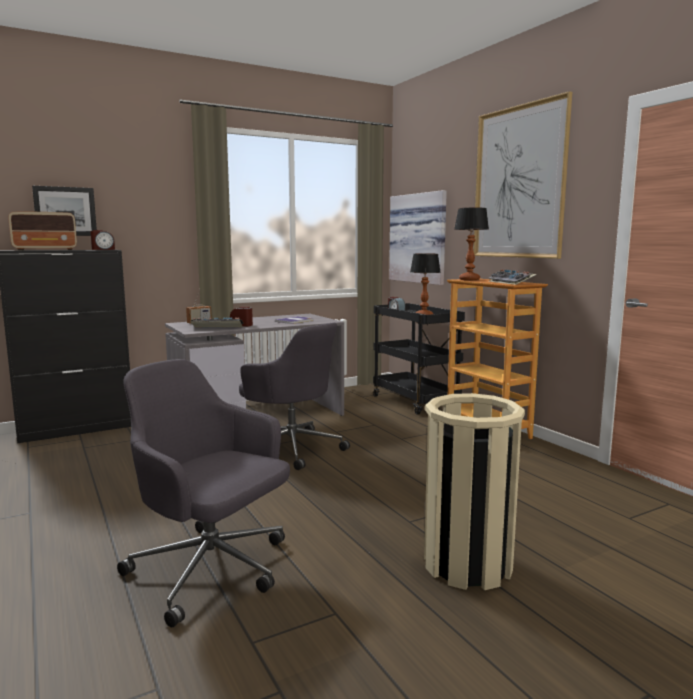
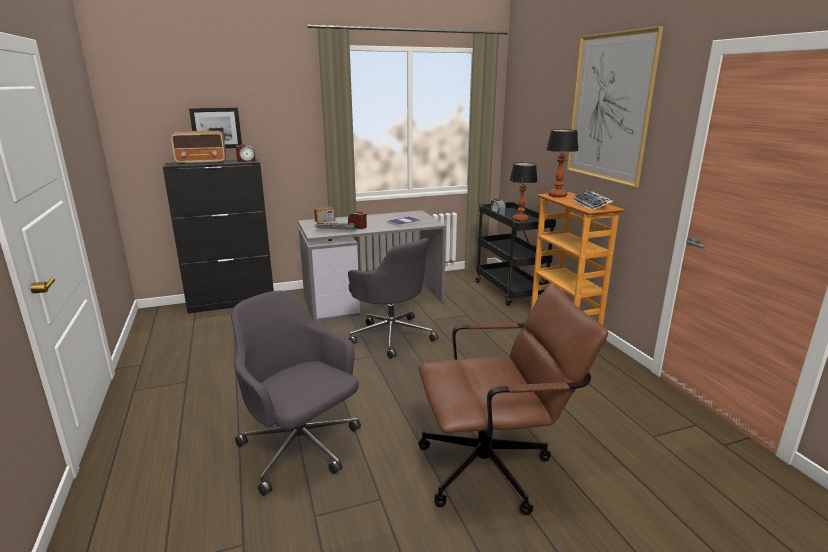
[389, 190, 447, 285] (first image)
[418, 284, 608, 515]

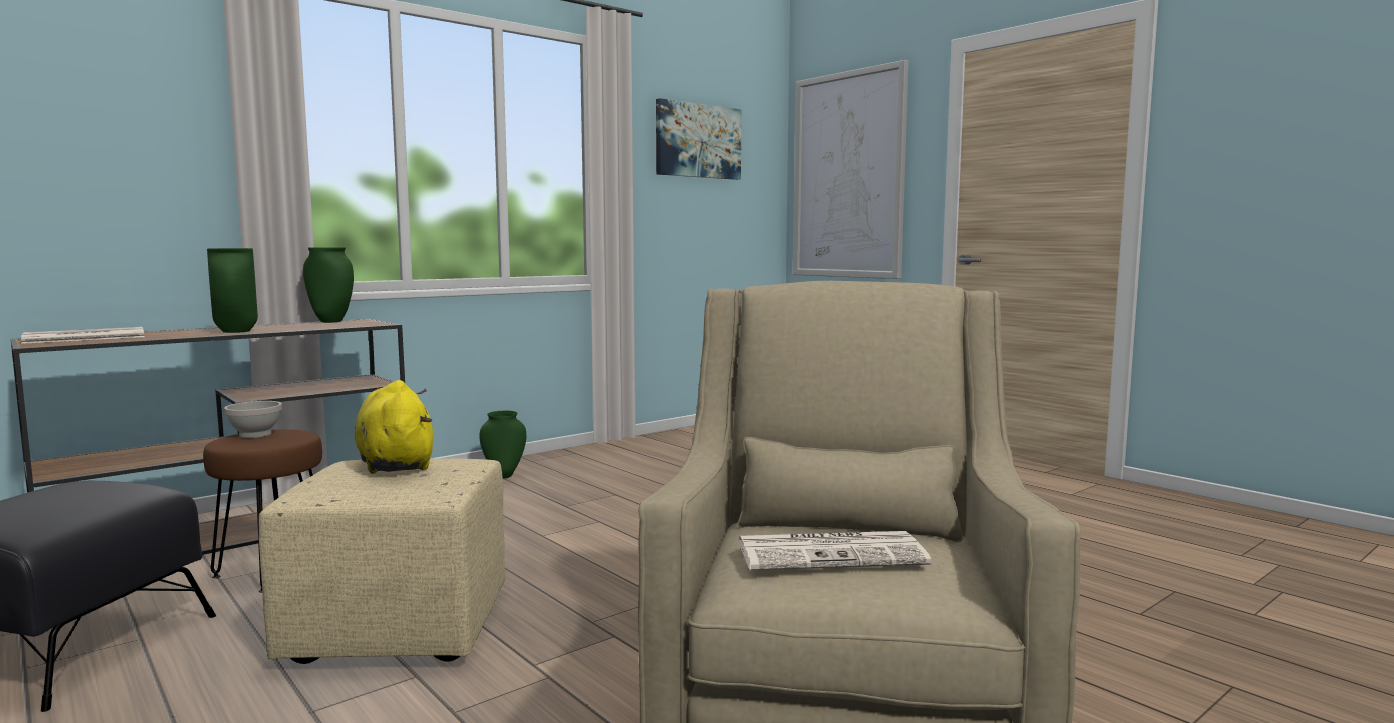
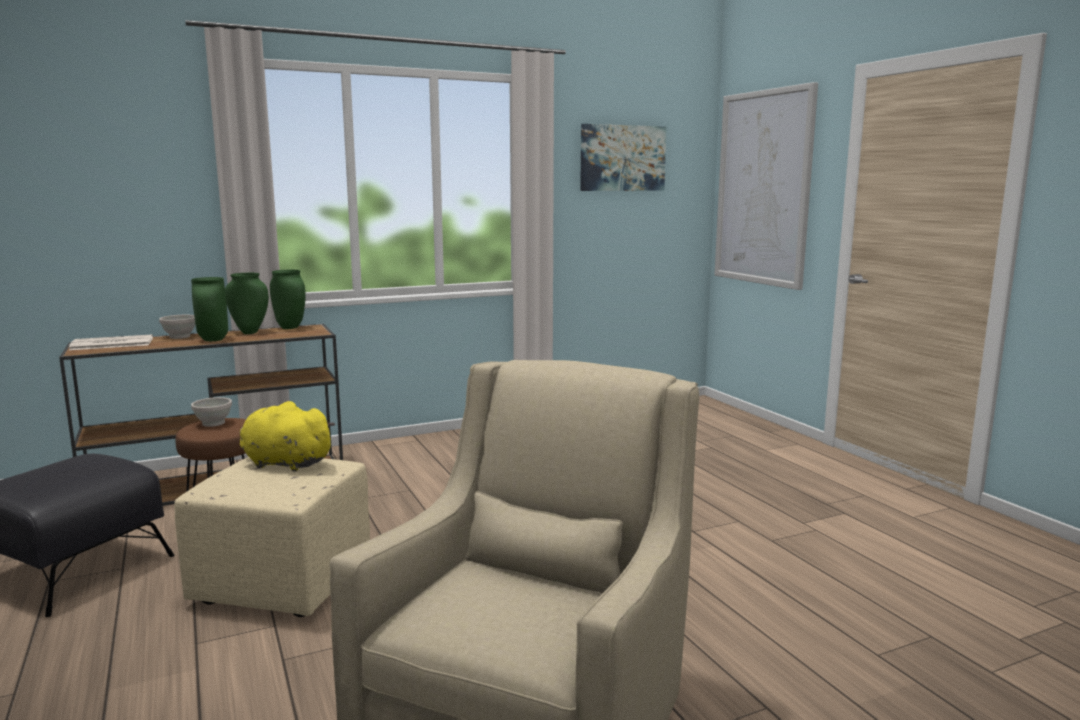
[739, 531, 931, 571] (first image)
[159, 315, 195, 339]
[225, 273, 269, 334]
[240, 401, 335, 472]

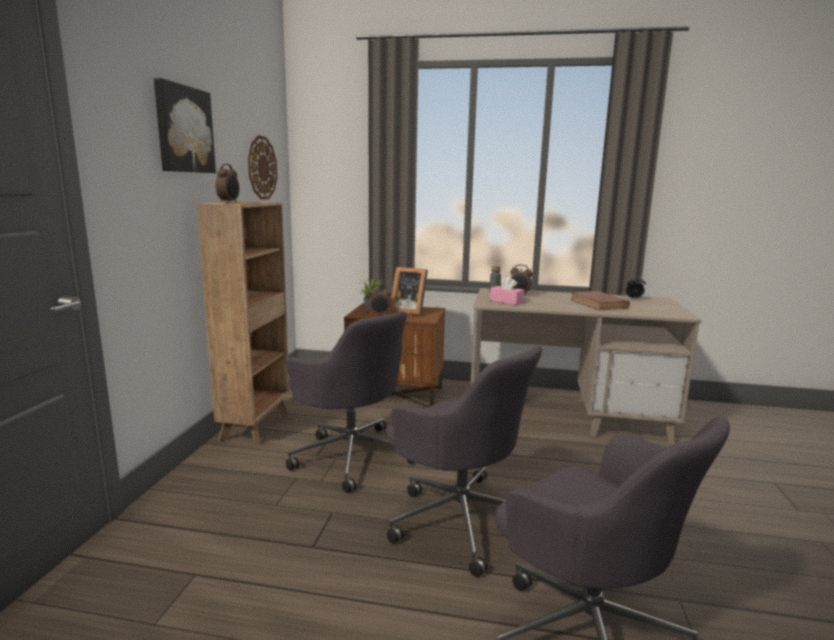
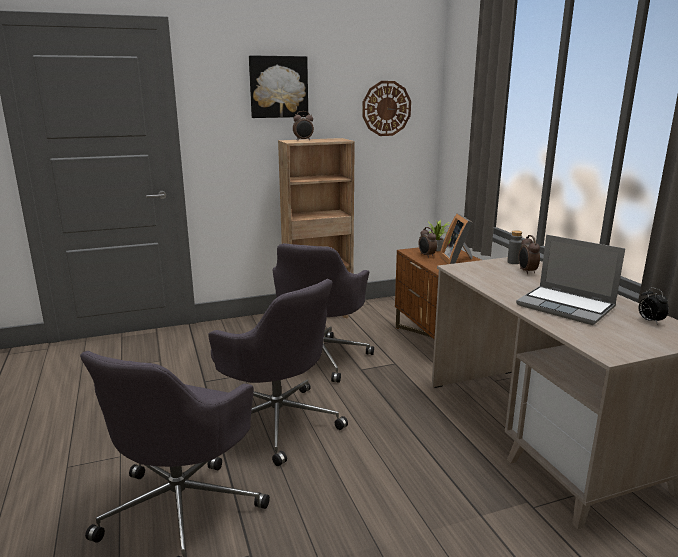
[490, 276, 524, 305] (first image)
[516, 235, 625, 325]
[208, 279, 348, 466]

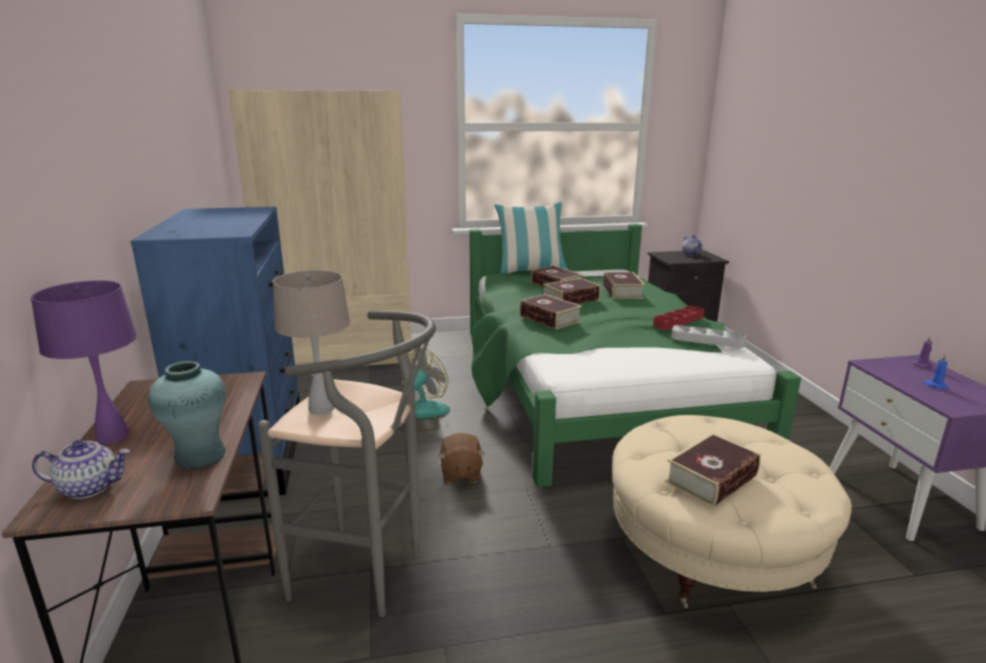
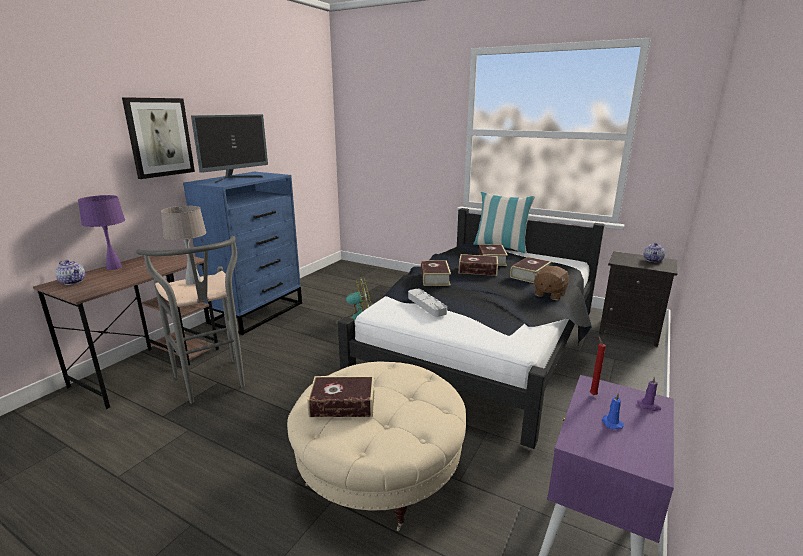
[148, 361, 226, 469] (first image)
[229, 90, 412, 366] (first image)
[653, 306, 704, 330] (first image)
[122, 97, 195, 179]
[191, 114, 268, 183]
[590, 336, 606, 395]
[533, 266, 569, 300]
[408, 289, 447, 317]
[338, 208, 605, 449]

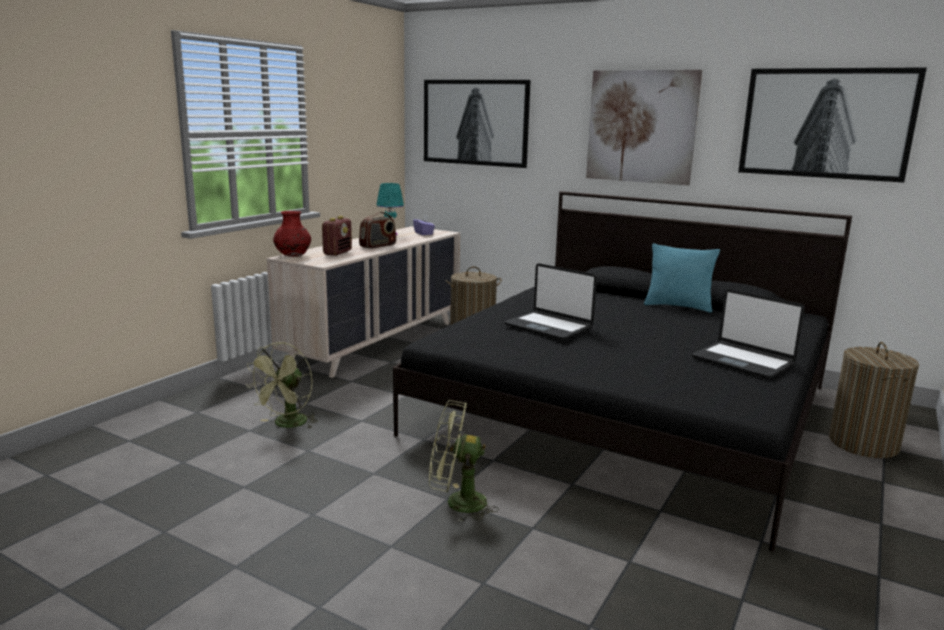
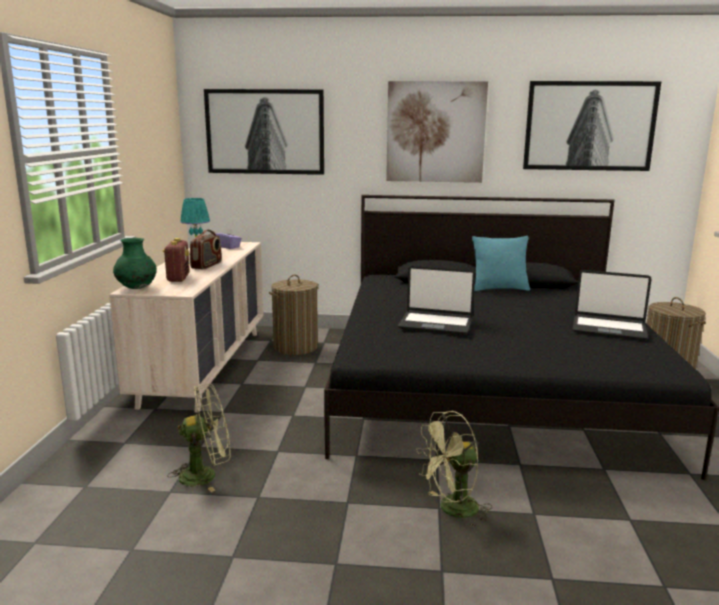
[113, 238, 157, 289]
[167, 384, 231, 492]

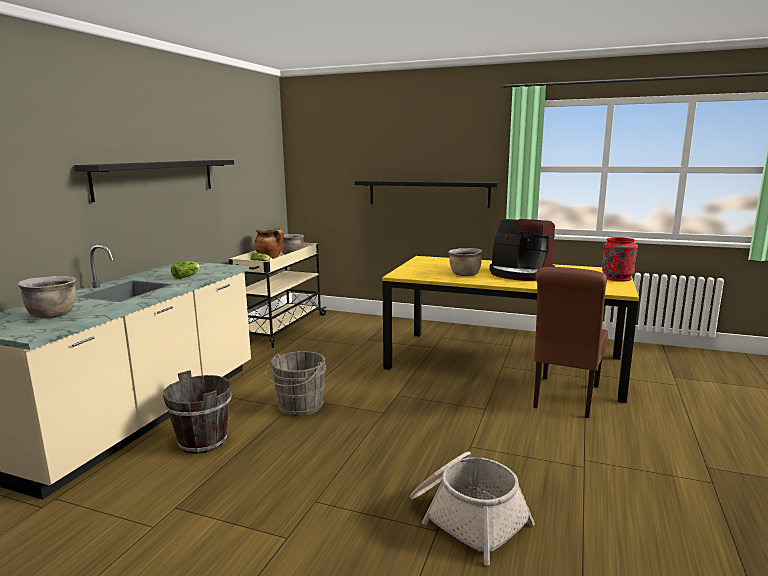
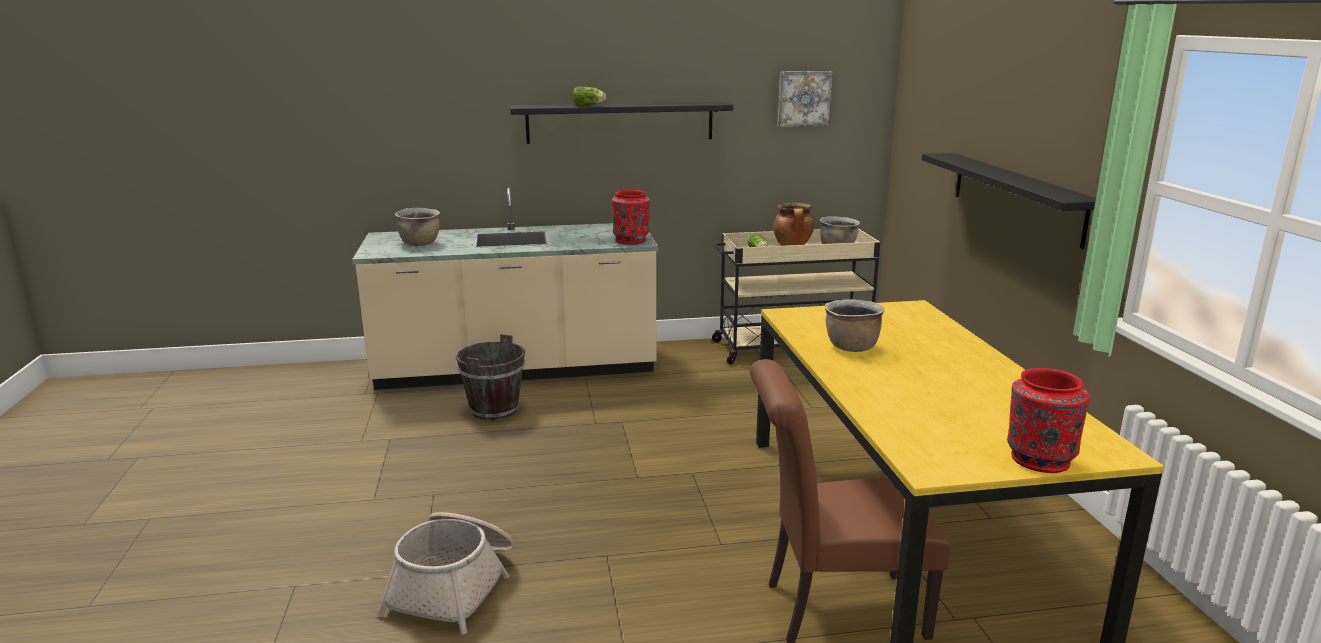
[265, 351, 326, 416] (first image)
[489, 219, 555, 281] (first image)
[611, 190, 650, 245]
[778, 71, 833, 127]
[573, 87, 606, 105]

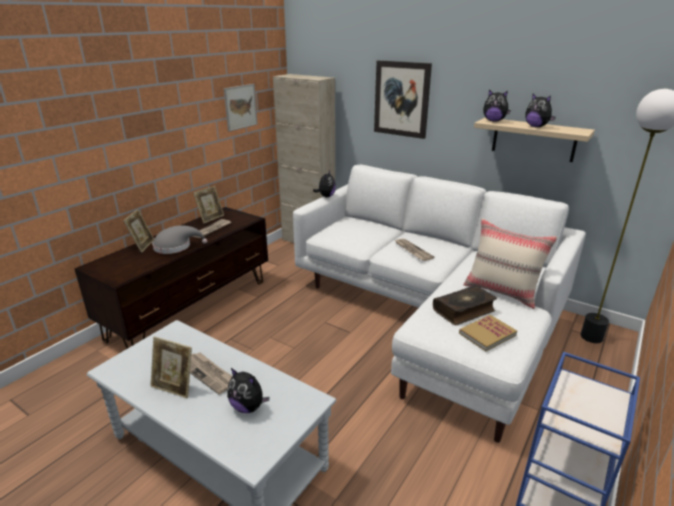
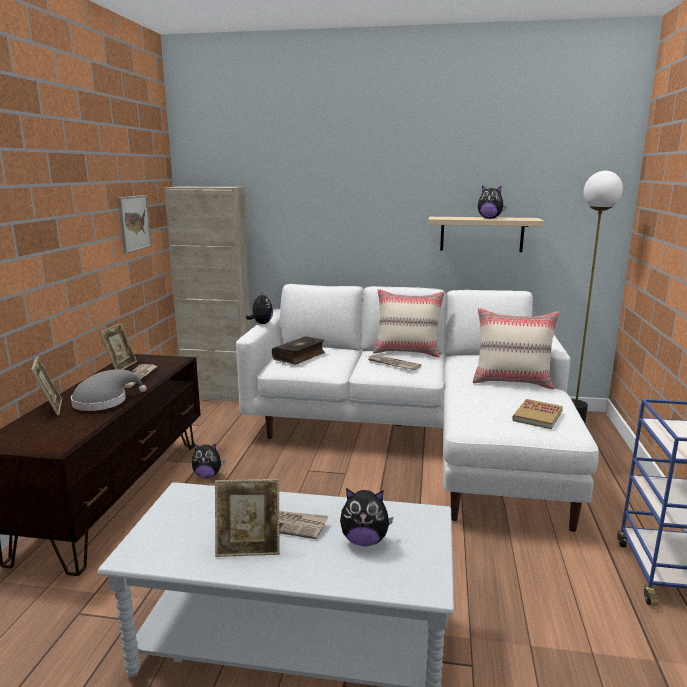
[374, 60, 432, 139] (first image)
[373, 289, 445, 357]
[272, 336, 325, 364]
[192, 444, 225, 478]

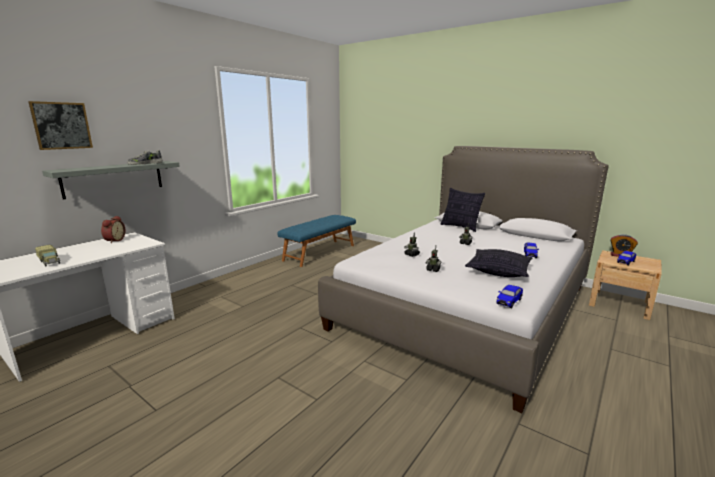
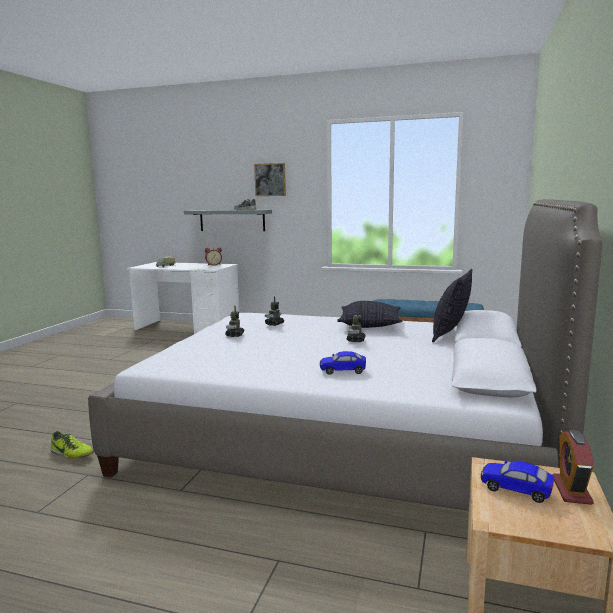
[496, 285, 523, 308] (first image)
[51, 431, 94, 459]
[254, 163, 286, 196]
[337, 301, 402, 328]

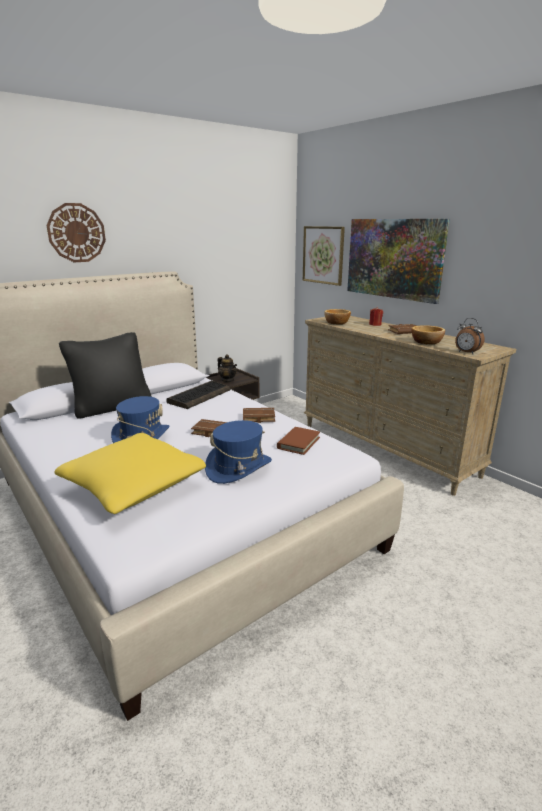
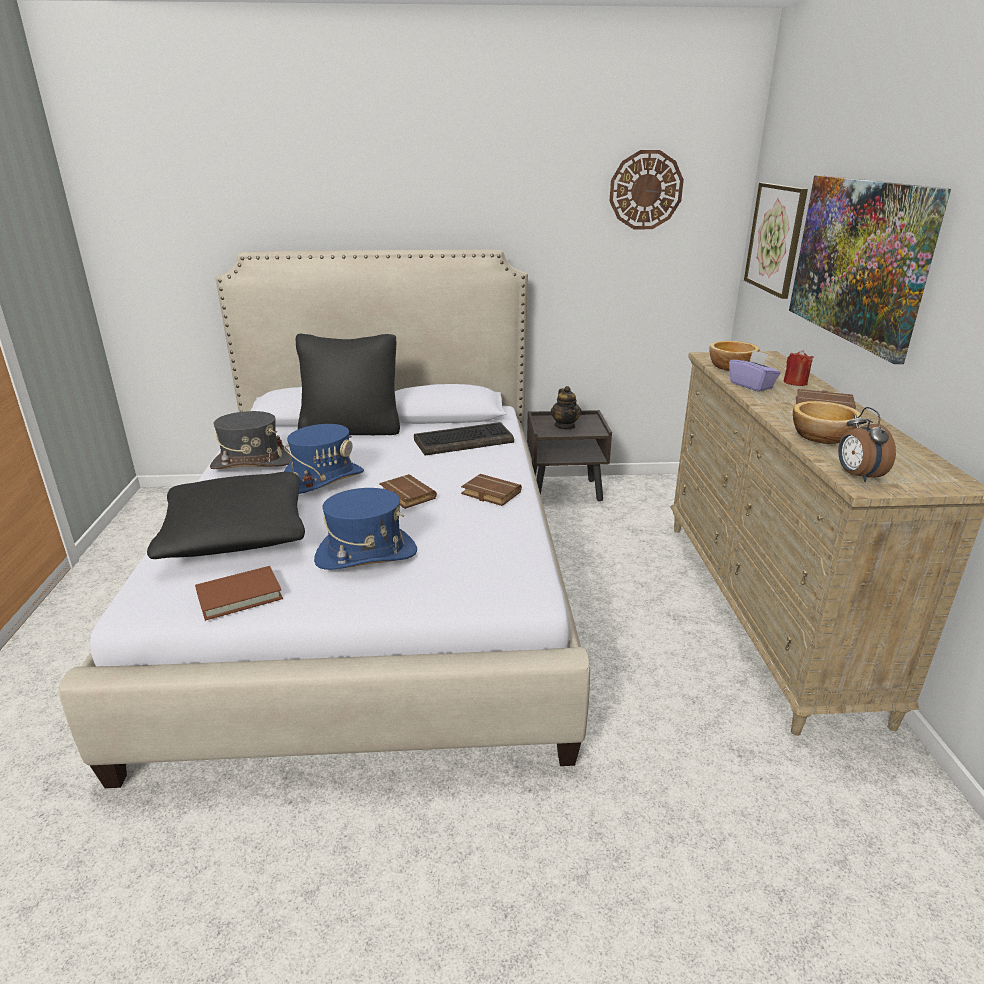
[210, 411, 292, 469]
[729, 350, 781, 392]
[610, 150, 684, 229]
[195, 566, 283, 621]
[147, 472, 305, 559]

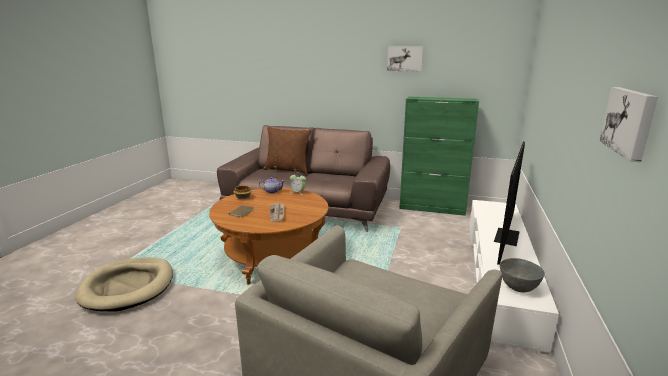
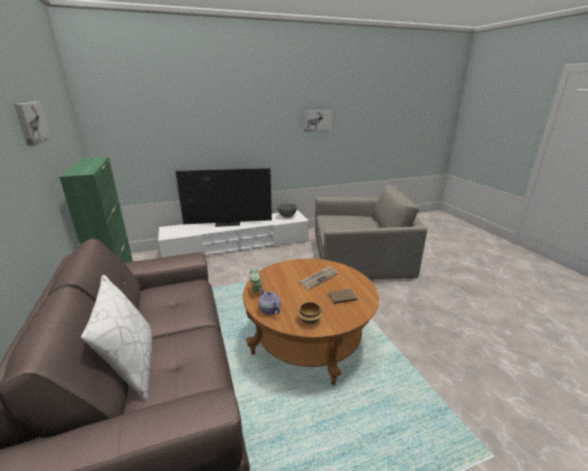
[75, 257, 173, 312] (first image)
[81, 274, 153, 401]

